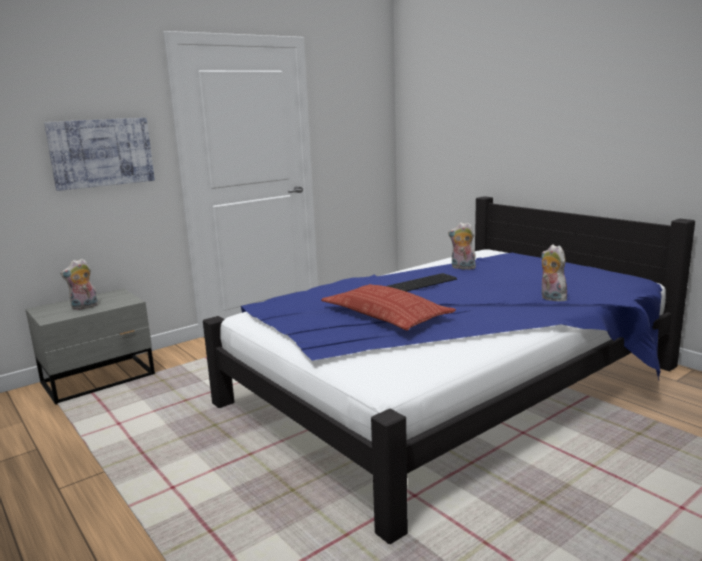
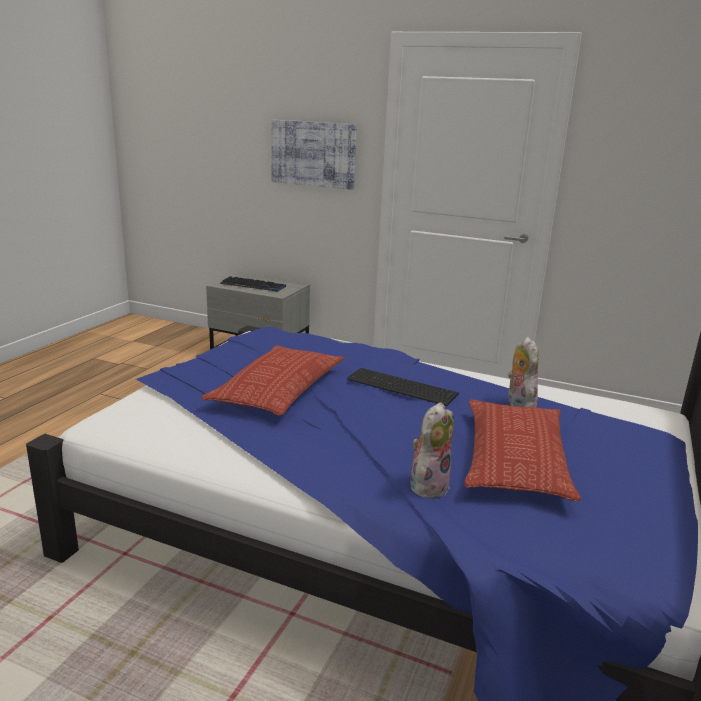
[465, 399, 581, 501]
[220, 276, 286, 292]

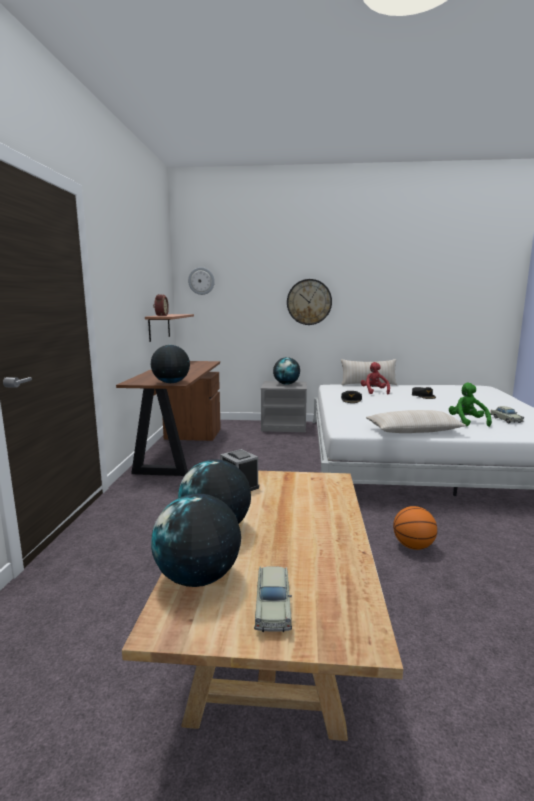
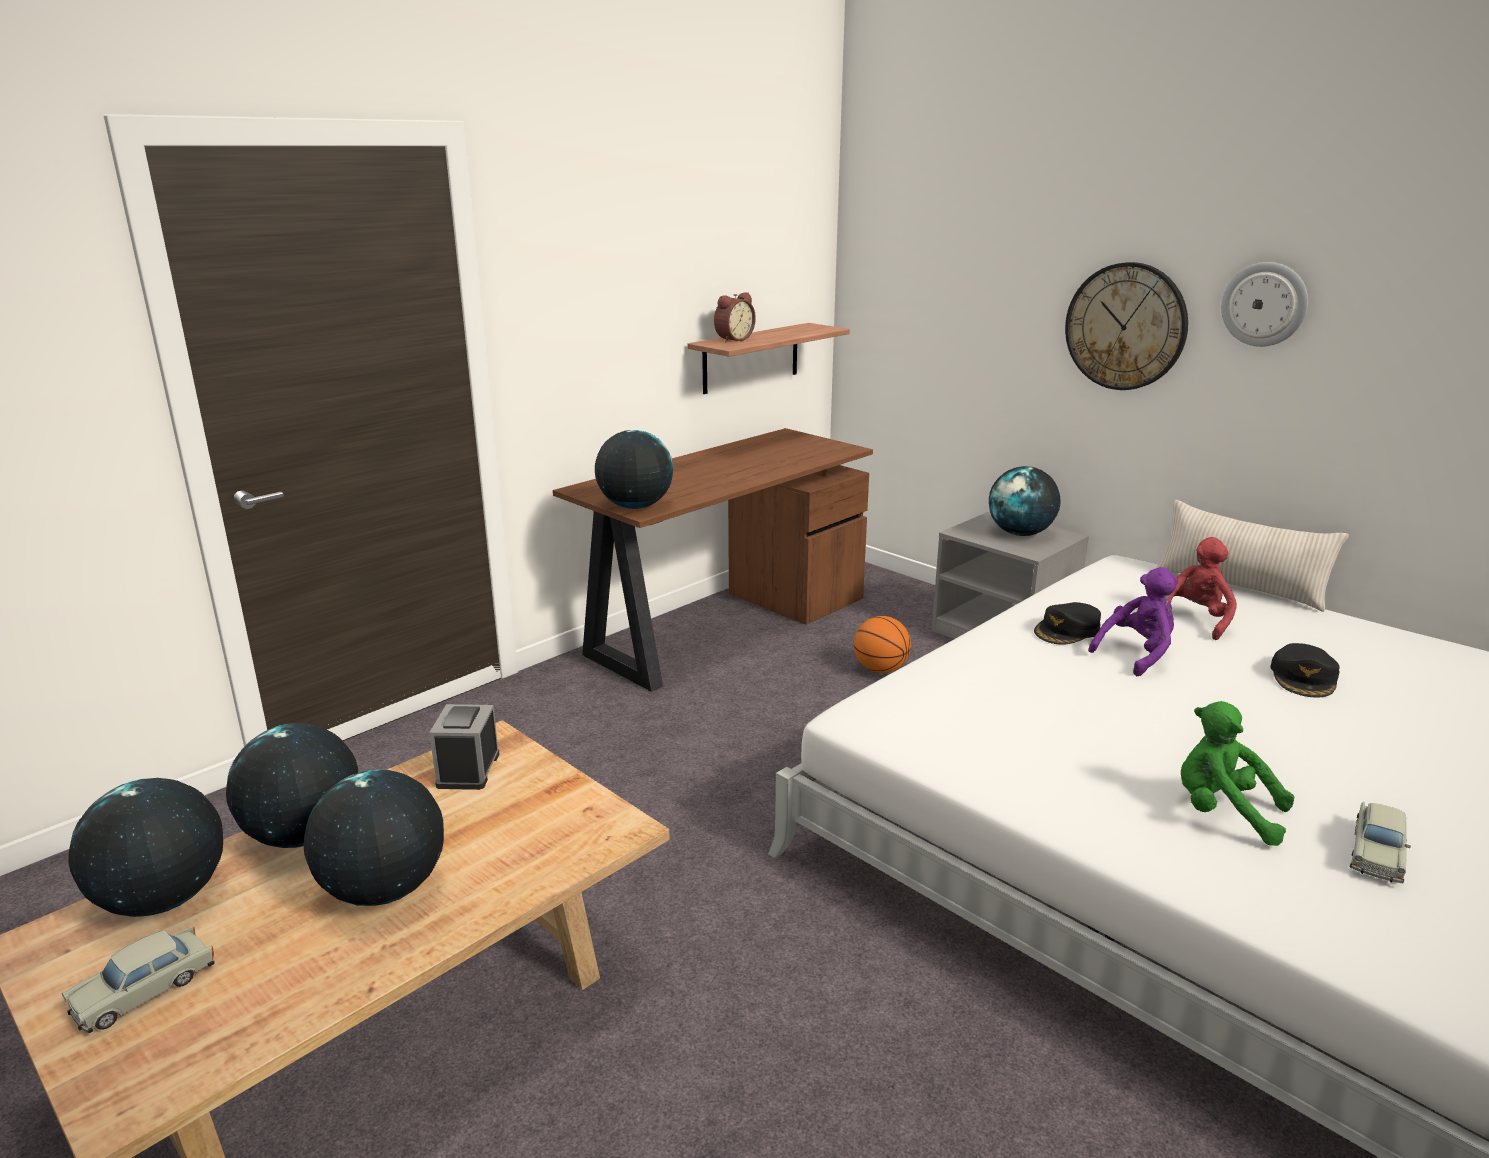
[366, 410, 466, 433] (first image)
[303, 770, 444, 906]
[1088, 567, 1178, 676]
[1221, 262, 1308, 347]
[854, 616, 911, 673]
[1181, 701, 1294, 846]

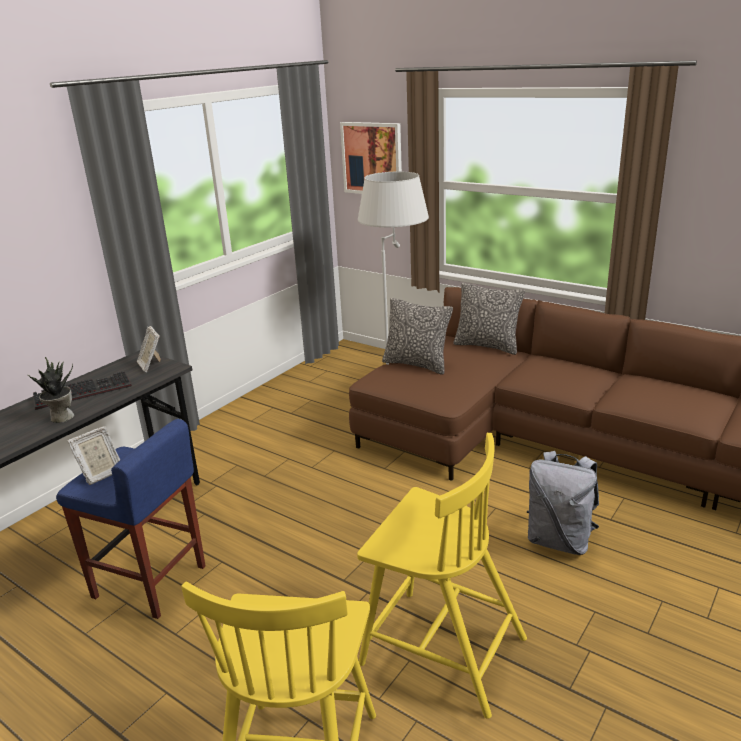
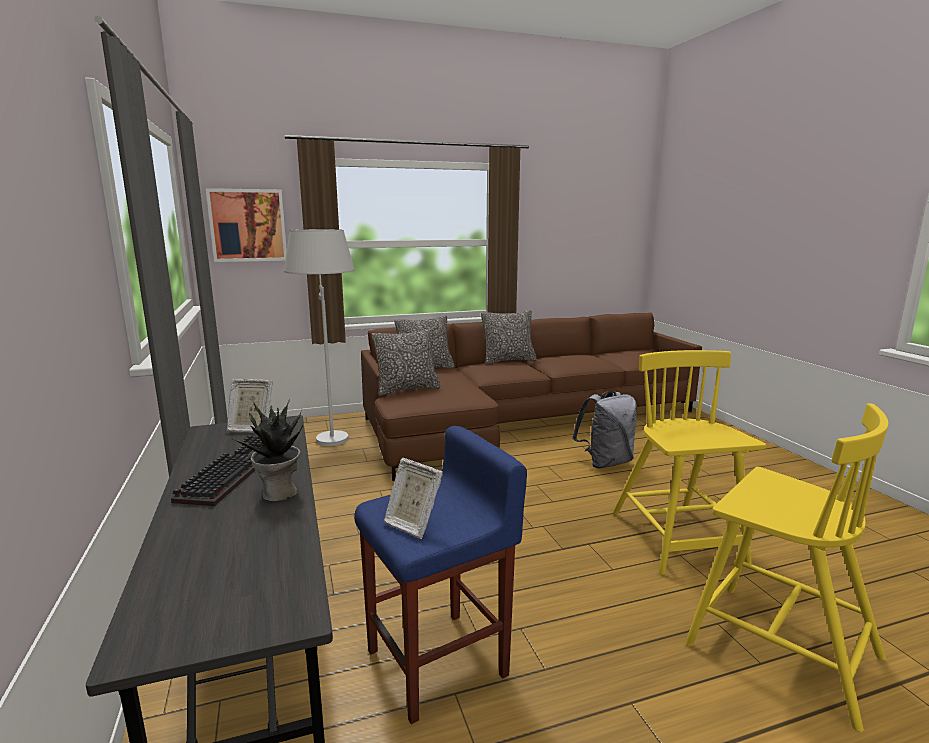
[481, 310, 537, 364]
[384, 458, 443, 539]
[613, 350, 766, 575]

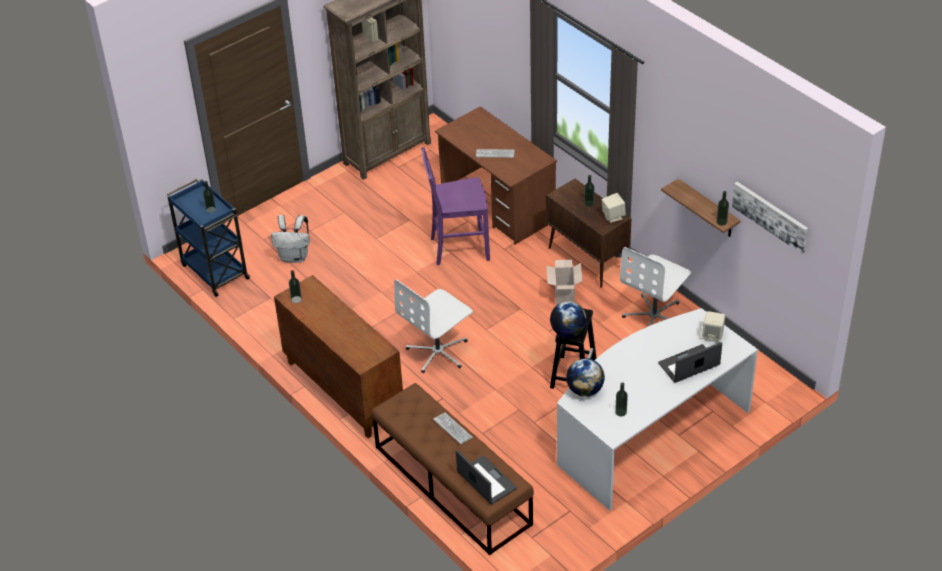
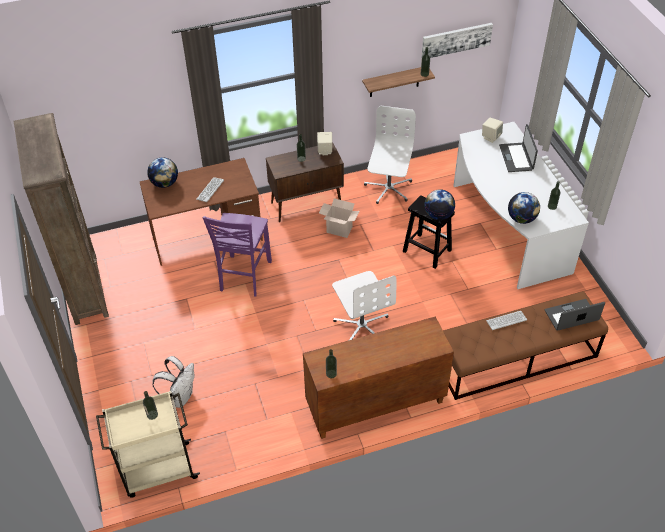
[147, 157, 178, 188]
[96, 391, 200, 498]
[364, 106, 416, 204]

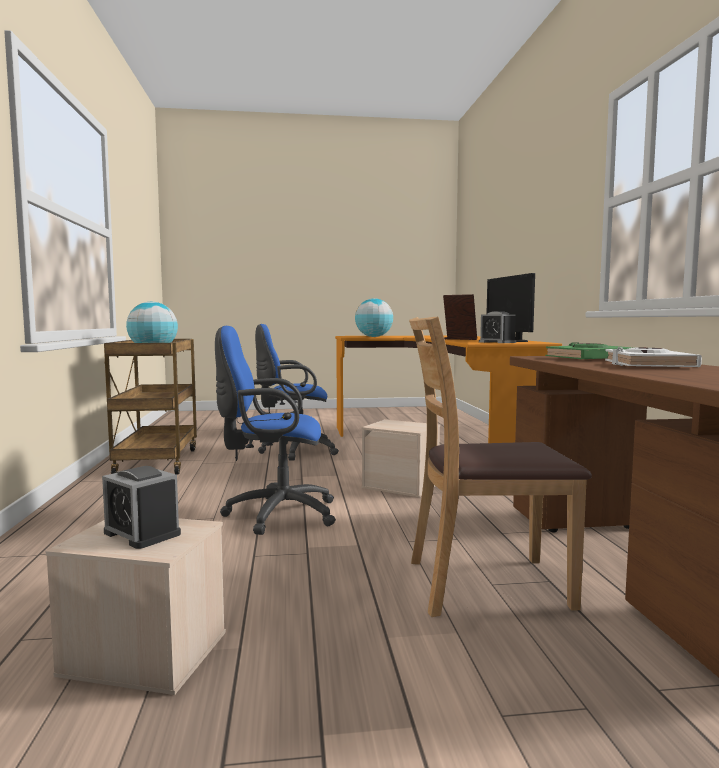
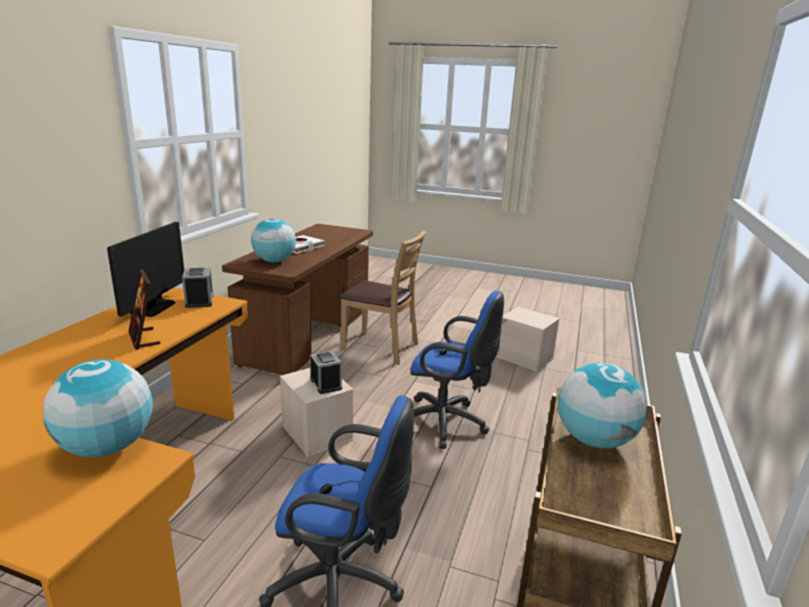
[310, 351, 342, 394]
[251, 218, 296, 263]

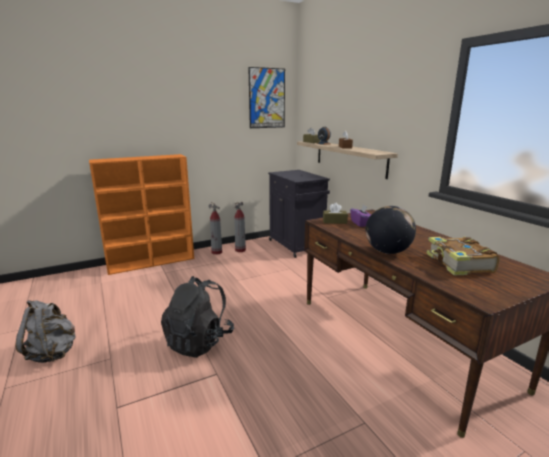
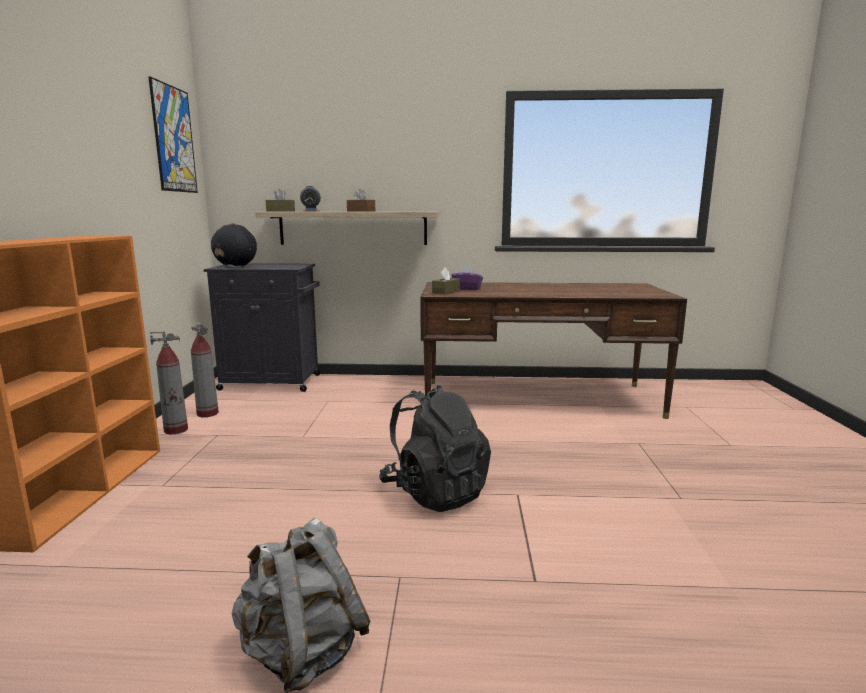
[426, 237, 500, 276] (first image)
[211, 224, 257, 267]

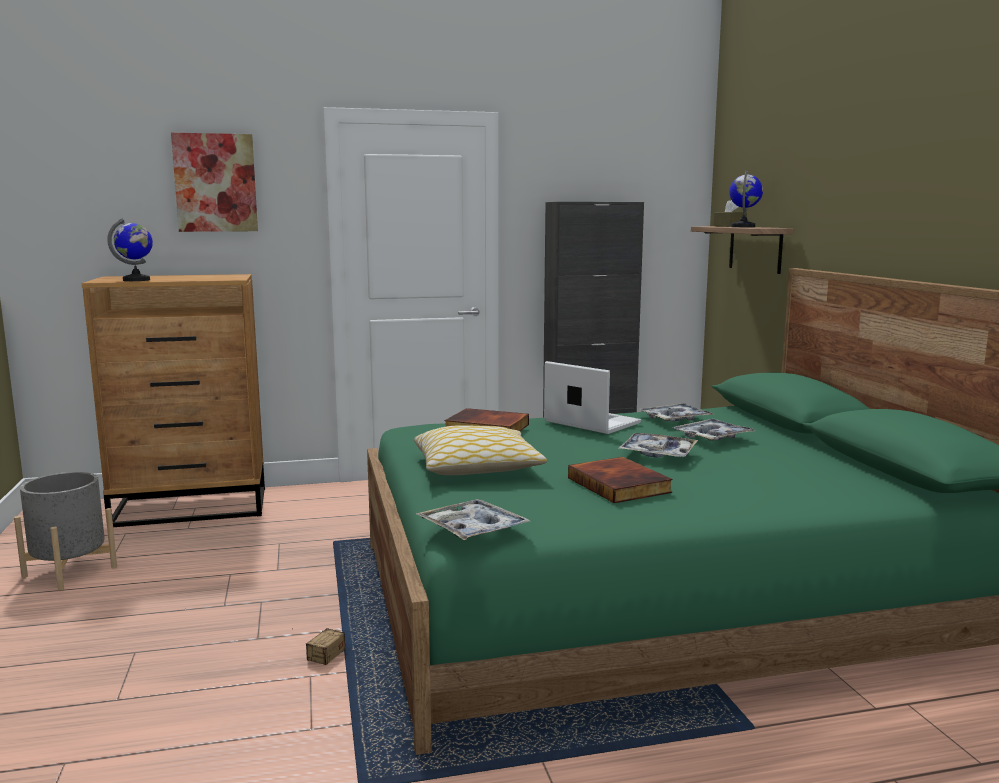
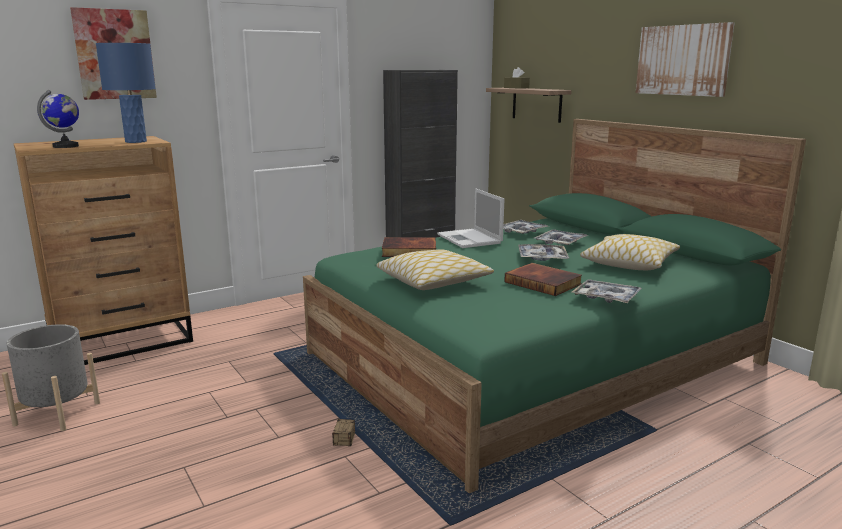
[729, 170, 763, 227] (first image)
[96, 43, 156, 143]
[580, 234, 680, 270]
[636, 22, 735, 97]
[572, 280, 642, 303]
[437, 188, 504, 248]

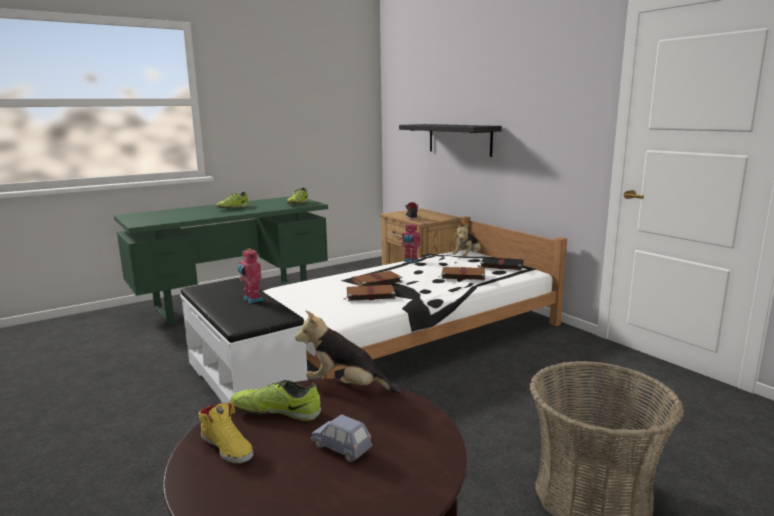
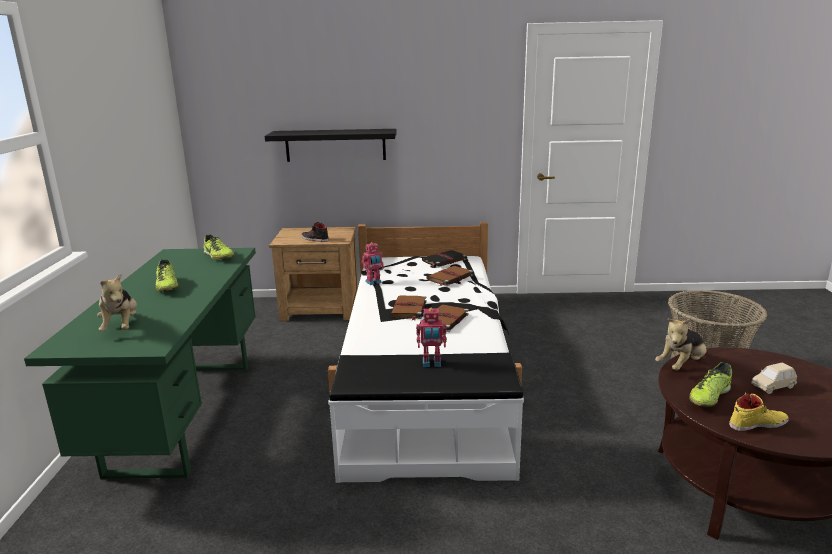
[97, 273, 137, 331]
[751, 363, 797, 394]

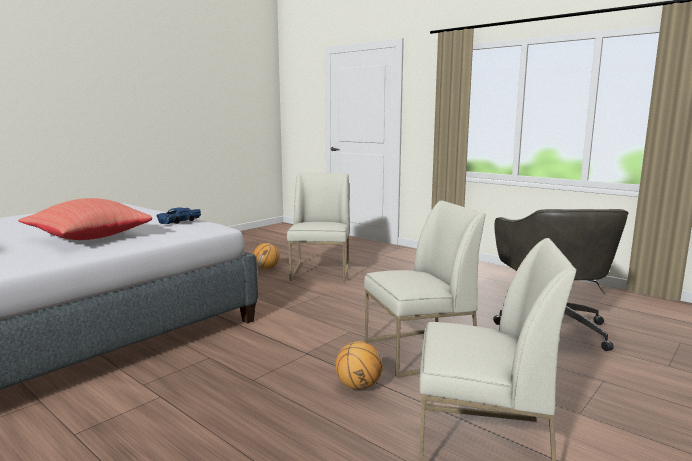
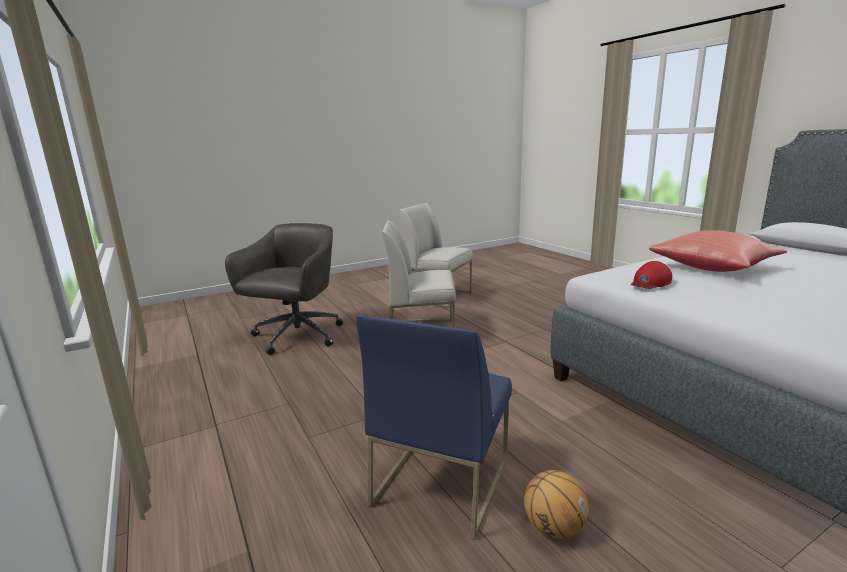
[335, 341, 382, 390] (first image)
[631, 261, 672, 289]
[356, 315, 512, 540]

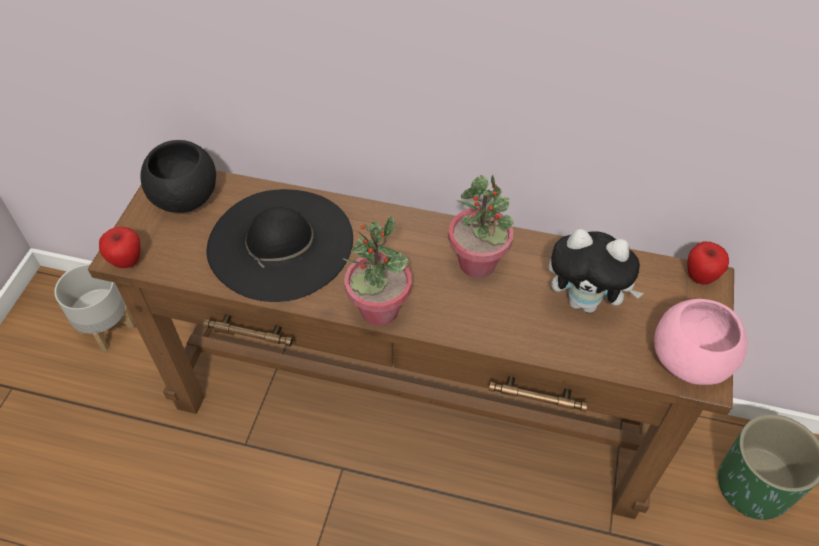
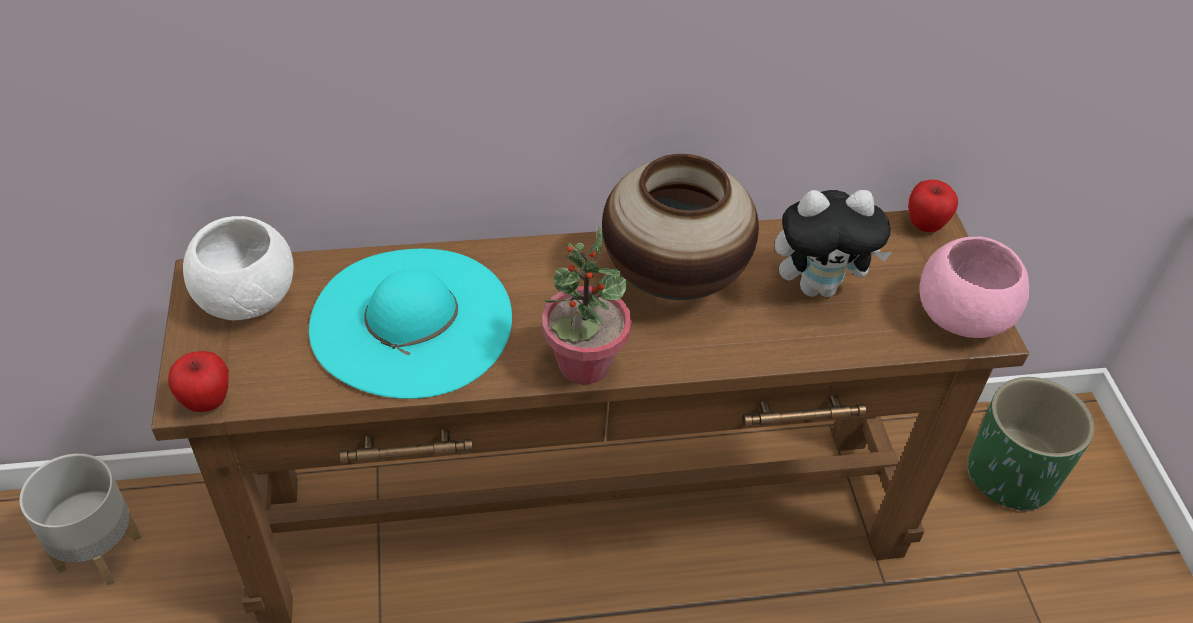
[602, 154, 759, 300]
[183, 216, 294, 320]
[309, 249, 512, 399]

